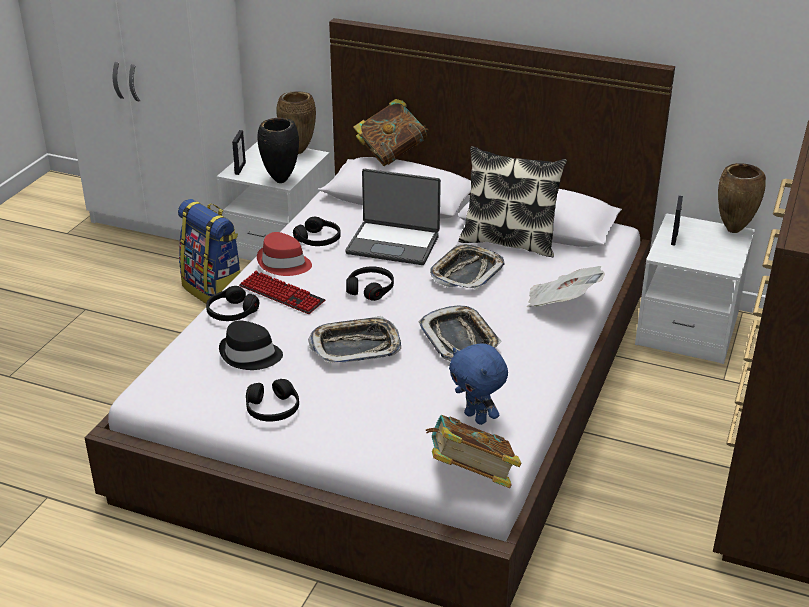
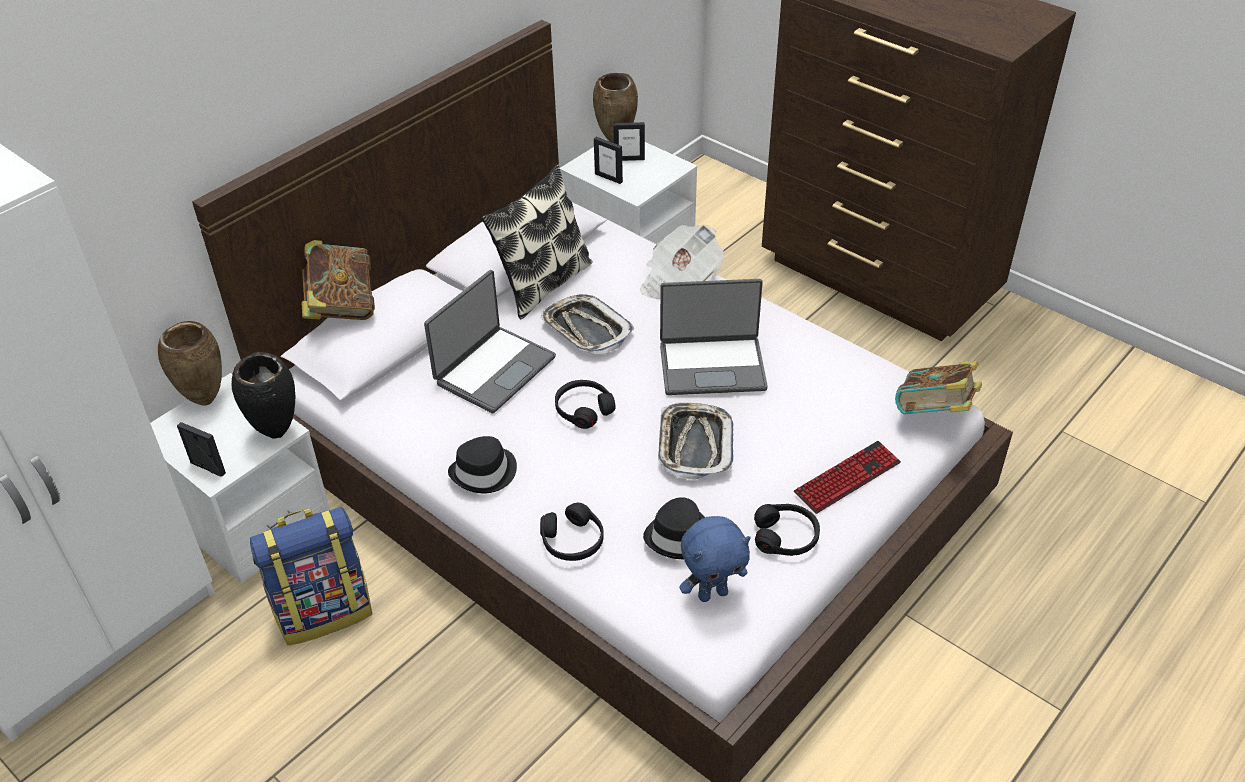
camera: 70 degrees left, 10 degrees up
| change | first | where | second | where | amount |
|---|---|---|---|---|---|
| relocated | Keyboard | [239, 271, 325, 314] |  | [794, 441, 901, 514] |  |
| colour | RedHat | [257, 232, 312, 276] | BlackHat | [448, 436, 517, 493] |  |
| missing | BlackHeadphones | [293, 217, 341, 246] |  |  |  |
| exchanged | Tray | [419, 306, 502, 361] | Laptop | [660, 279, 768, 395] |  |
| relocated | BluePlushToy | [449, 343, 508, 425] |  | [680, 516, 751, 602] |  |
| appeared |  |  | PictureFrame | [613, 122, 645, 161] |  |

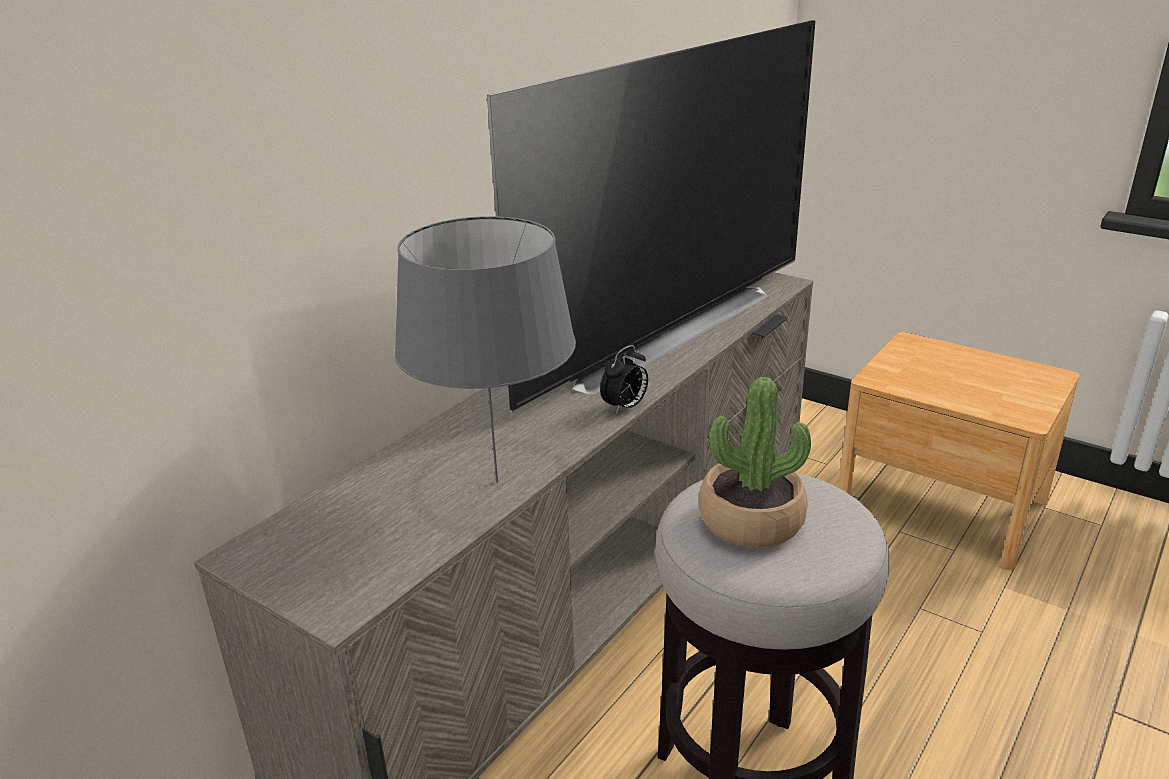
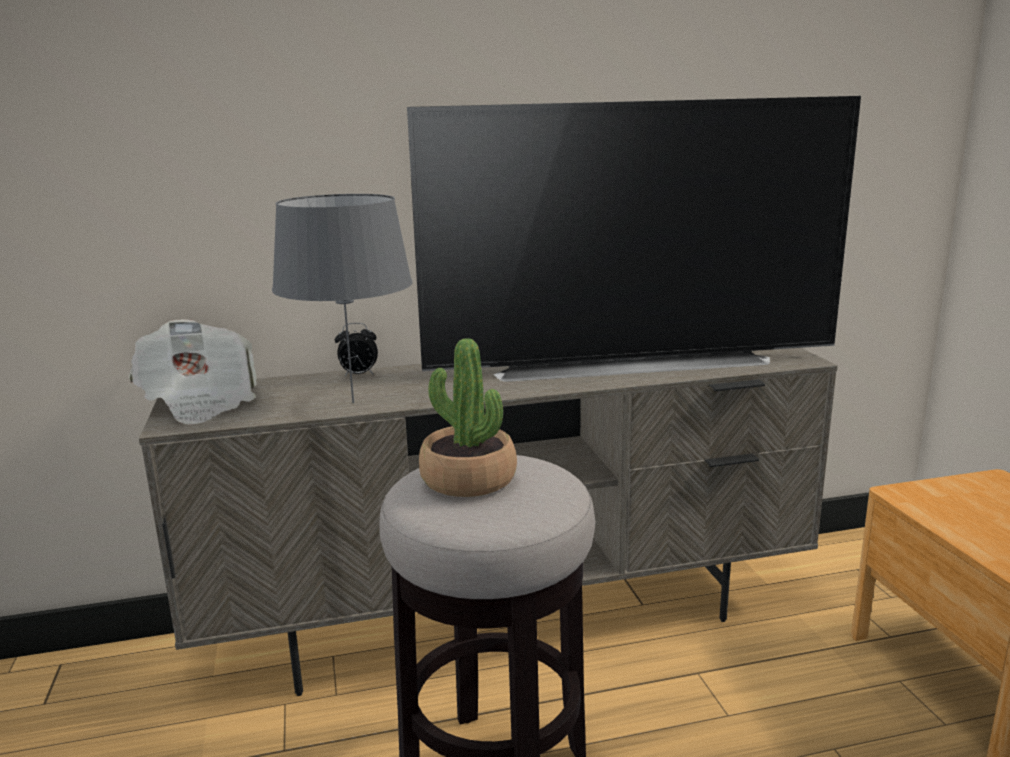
camera: 40 degrees right, 10 degrees down
| change | first | where | second | where | amount |
|---|---|---|---|---|---|
| relocated | AlarmClock | [600, 345, 648, 414] |  | [335, 323, 378, 376] |  |
| appeared |  |  | Newspaper | [129, 319, 257, 425] |  |

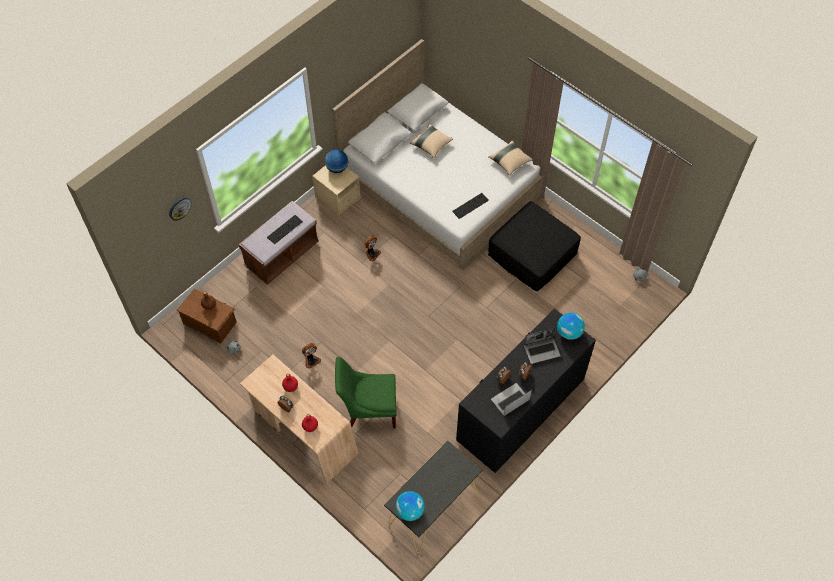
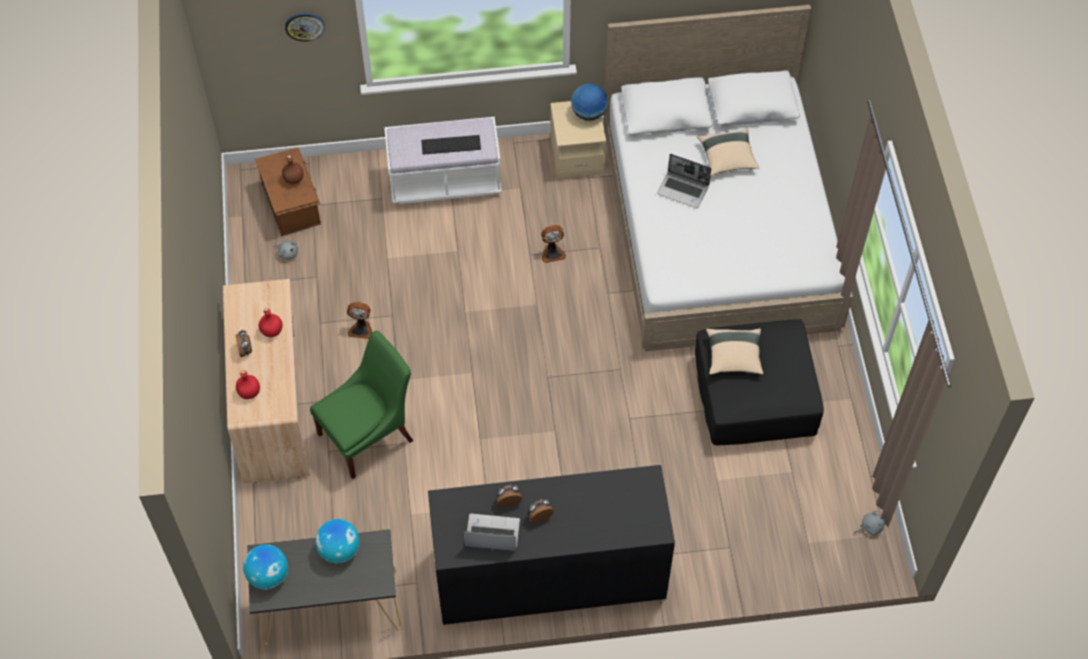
camera: 40 degrees right, 0 degrees up
| change | first | where | second | where | amount |
|---|---|---|---|---|---|
| colour | BrownBench | [239, 201, 319, 285] | WhiteBench | [384, 117, 502, 204] |  |
| spun | GreenChair | [335, 357, 396, 429] |  | [310, 330, 413, 479] | 105 degrees clockwise |
| missing | Keyboard | [452, 193, 489, 219] |  |  |  |
| relocated | BeigePillow | [488, 141, 533, 176] |  | [706, 328, 763, 375] |  |
| relocated | Laptop | [524, 328, 561, 364] |  | [657, 154, 711, 208] |  |
| relocated | Globe | [557, 312, 585, 340] |  | [315, 519, 360, 563] |  |

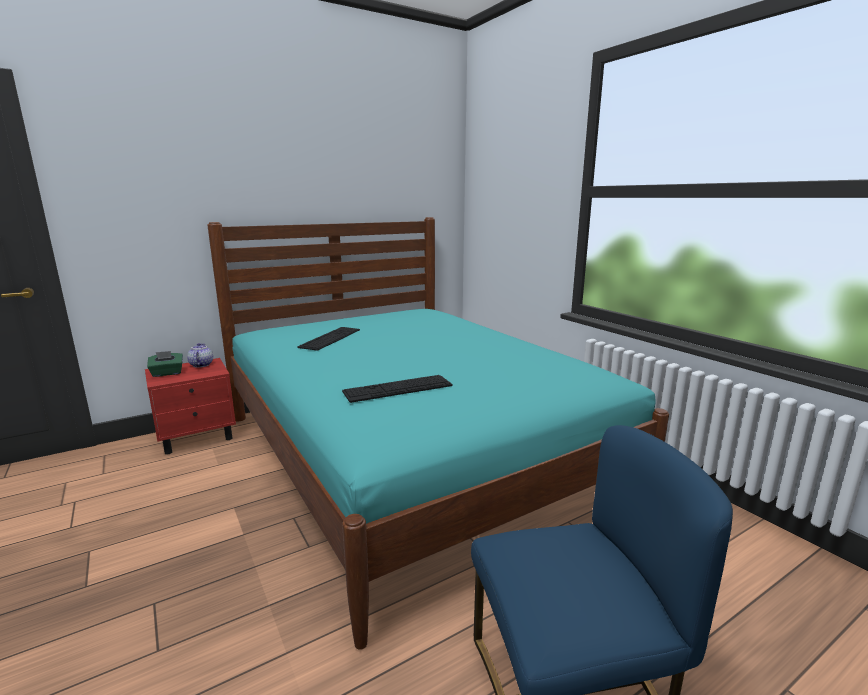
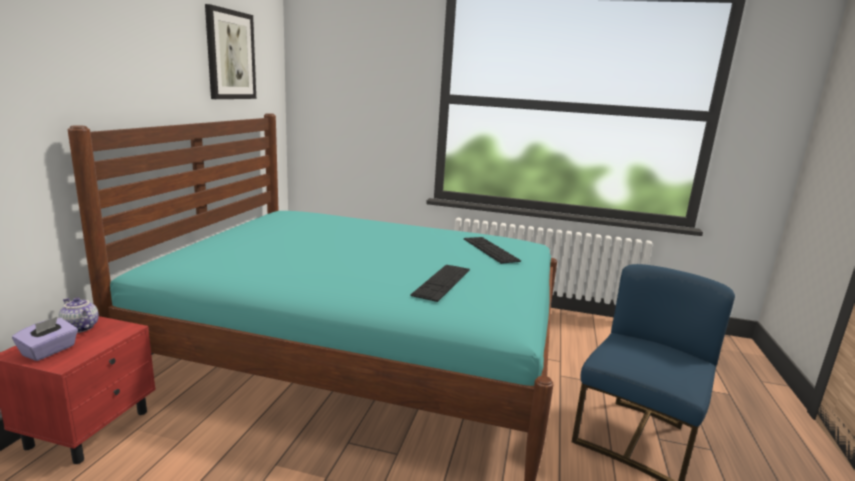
camera: 45 degrees left, 0 degrees up
| change | first | where | second | where | amount |
|---|---|---|---|---|---|
| colour | GreenTissueBox | [147, 351, 183, 377] | PurpleTissueBox | [12, 317, 78, 361] |  |
| relocated | Keyboard | [297, 327, 360, 351] |  | [464, 237, 521, 264] |  |
| appeared |  |  | Picture | [205, 4, 256, 99] |  |

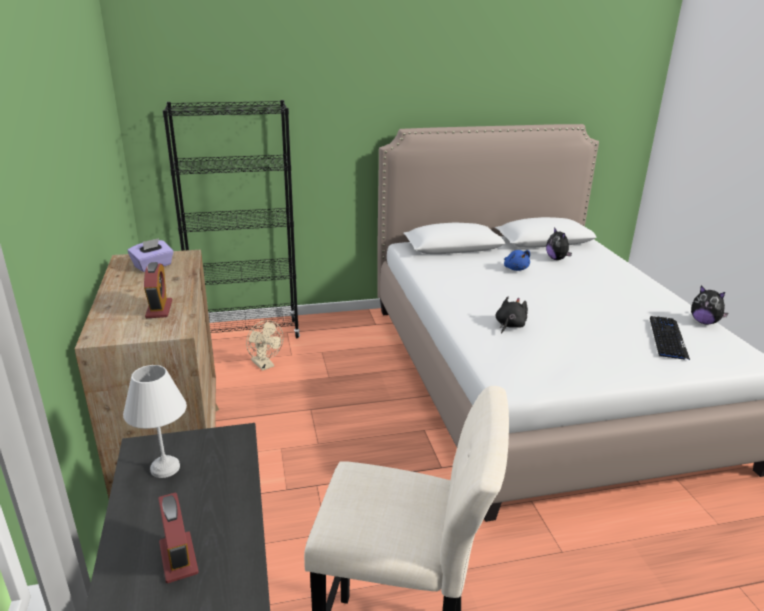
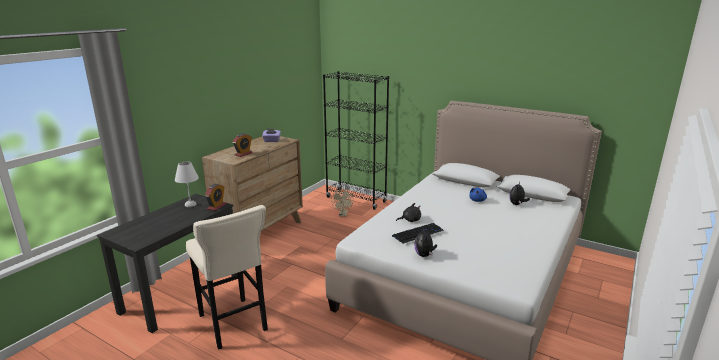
camera: 45 degrees right, 5 degrees down
| change | first | where | second | where | amount |
|---|---|---|---|---|---|
| relocated | AlarmClock | [158, 492, 199, 583] |  | [205, 184, 226, 211] |  |
| relocated | Keyboard | [650, 316, 690, 360] |  | [392, 223, 444, 244] |  |
| relocated | PlushToy | [691, 286, 729, 325] |  | [414, 227, 437, 257] |  |

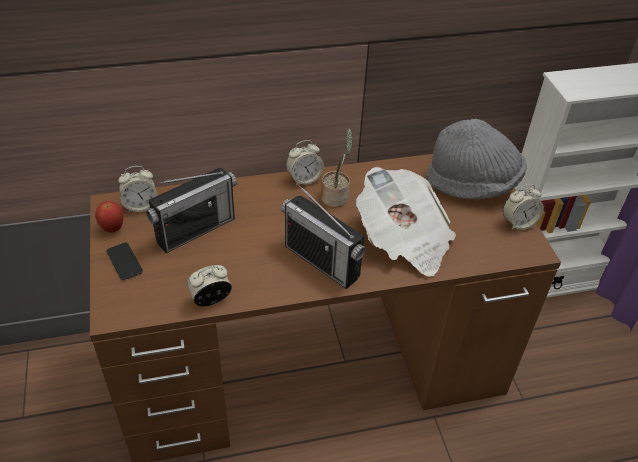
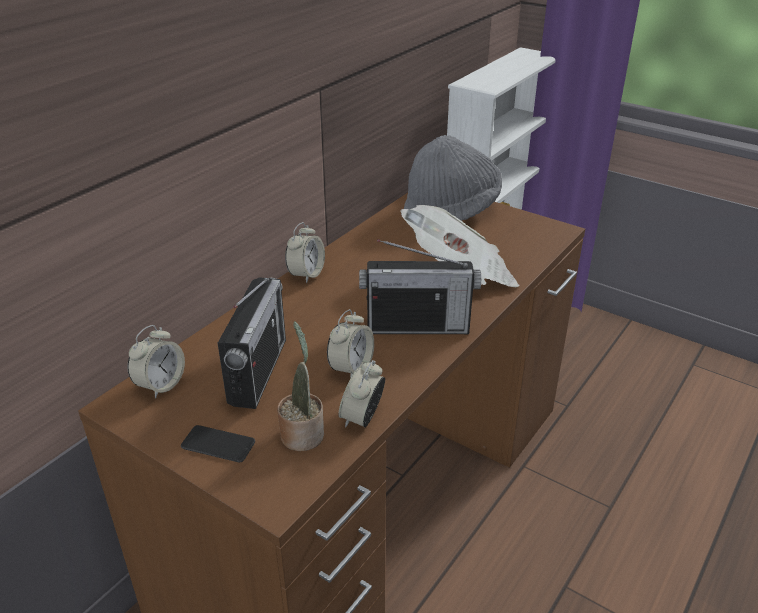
camera: 40 degrees left, 10 degrees down
| change | first | where | second | where | amount |
|---|---|---|---|---|---|
| missing | Apple | [95, 201, 123, 233] |  |  |  |
| relocated | PottedPlant | [321, 128, 353, 207] |  | [277, 321, 324, 451] |  |
| relocated | AlarmClock | [503, 184, 544, 231] |  | [327, 309, 374, 378] |  |

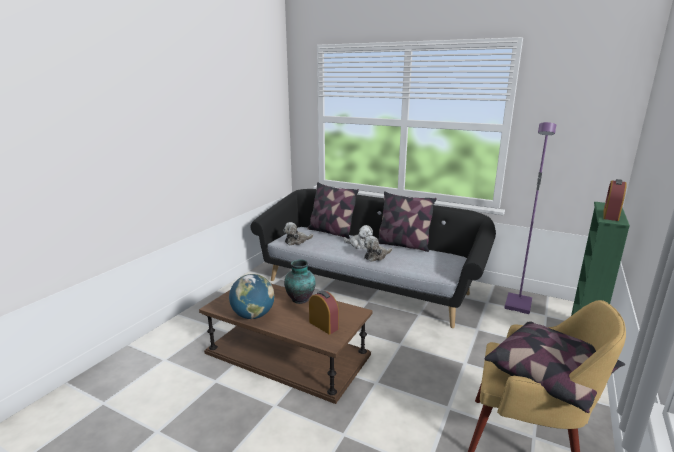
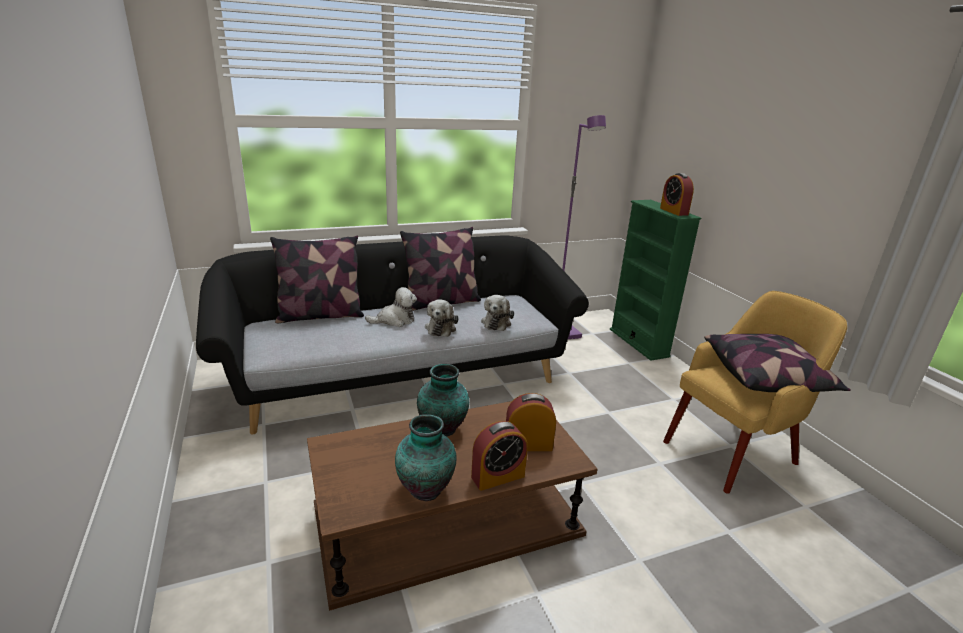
camera: 50 degrees left, 5 degrees up
| change | first | where | second | where | amount |
|---|---|---|---|---|---|
| exchanged | Globe | [229, 274, 275, 319] | Vase | [395, 414, 457, 501] |  |
| relocated | PlushToy | [283, 222, 313, 246] |  | [481, 295, 514, 331] |  |
| appeared |  |  | AlarmClock | [471, 421, 528, 491] |  |

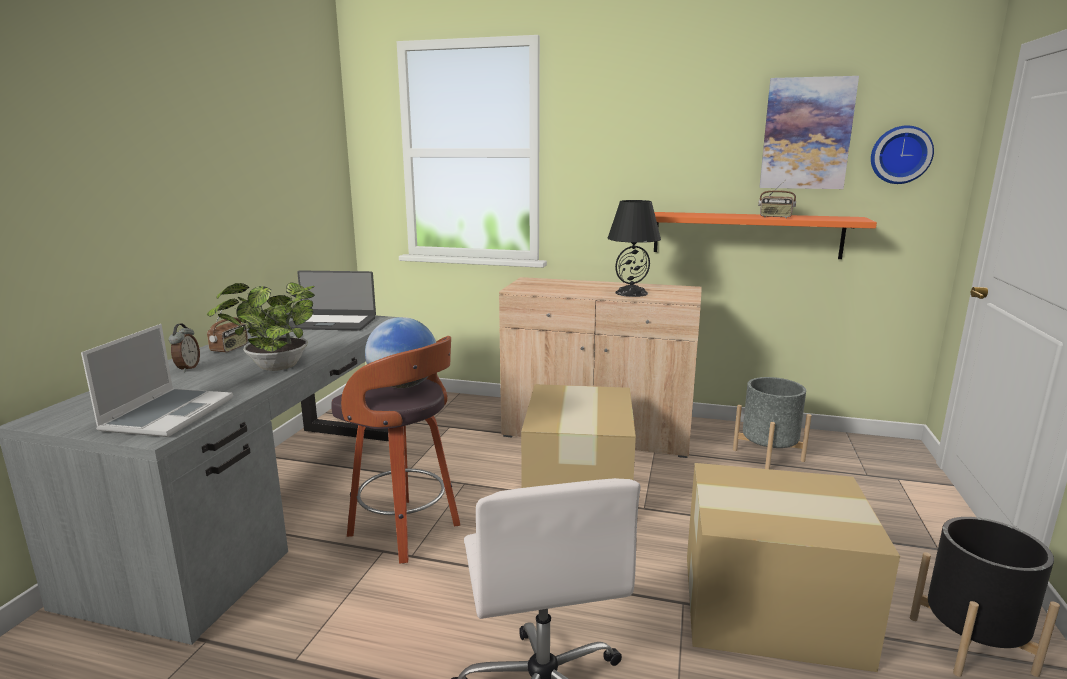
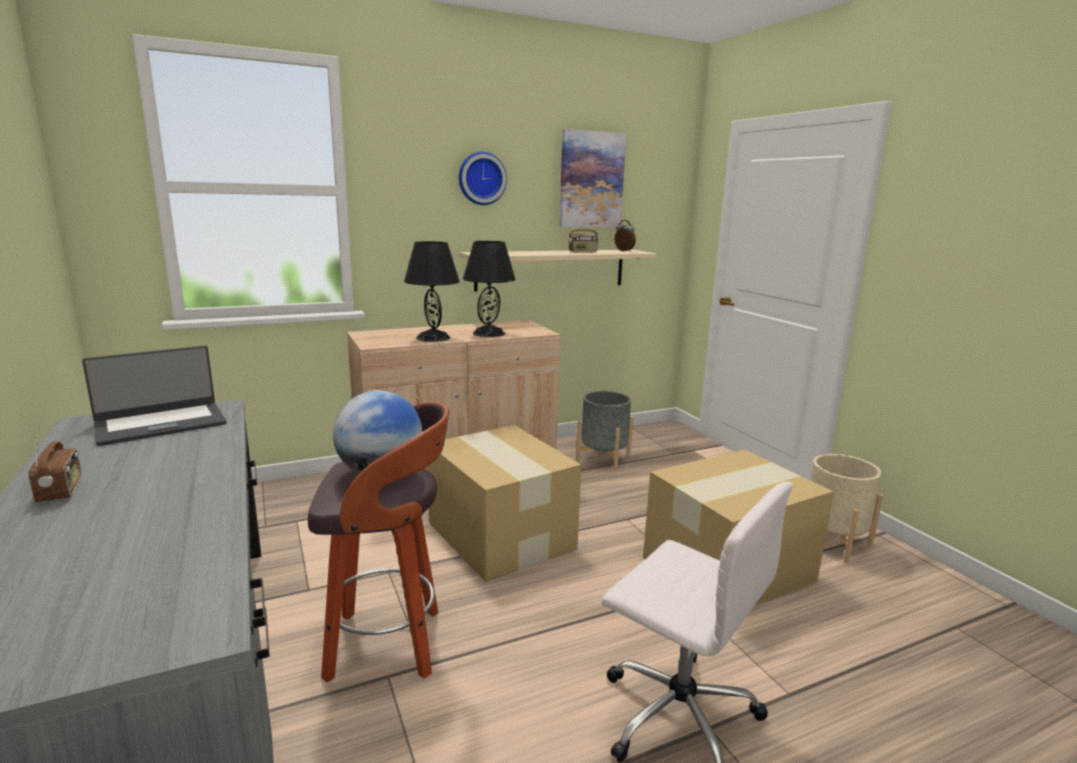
camera: 40 degrees left, 0 degrees up
| change | first | where | second | where | amount |
|---|---|---|---|---|---|
| missing | Laptop | [81, 324, 233, 437] |  |  |  |
| relocated | AlarmClock | [168, 323, 200, 372] |  | [614, 220, 636, 252] |  |
| missing | PottedPlant | [207, 282, 315, 371] |  |  |  |
| colour | OrangeShelf | [654, 212, 877, 259] | BeigeShelf | [460, 250, 656, 291] |  |
| relocated | WallClock | [871, 125, 934, 184] |  | [459, 152, 507, 205] |  |
| colour | BlackPlanter | [910, 517, 1060, 677] | BeigePlanter | [810, 454, 883, 563] |  |
| appeared |  |  | BlackTableLamp | [404, 241, 460, 342] |  |

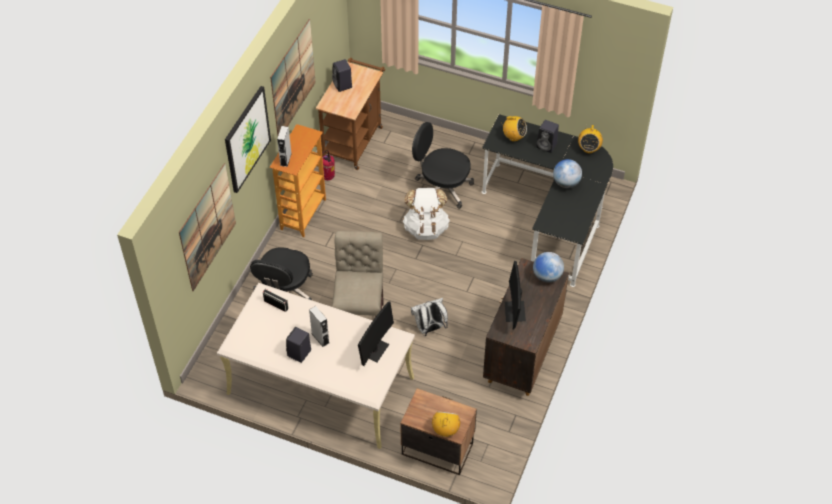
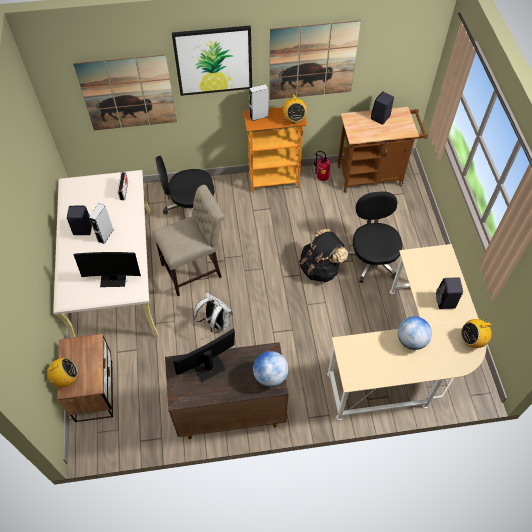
camera: 60 degrees right, 5 degrees up
| change | first | where | second | where | amount |
|---|---|---|---|---|---|
| colour | WhiteBackpack | [403, 188, 450, 240] | BlackBackpack | [299, 229, 348, 282] |  |
| colour | BlackDesk | [482, 114, 613, 287] | BeigeDesk | [327, 244, 486, 420] |  |
| relocated | Radio | [502, 116, 527, 142] |  | [283, 94, 307, 124] |  |

